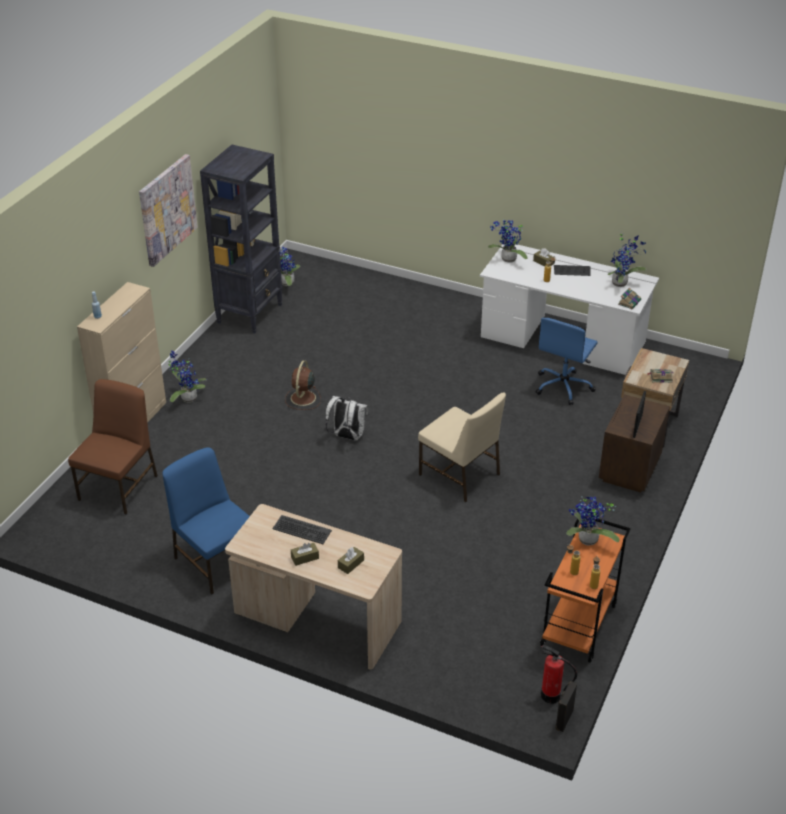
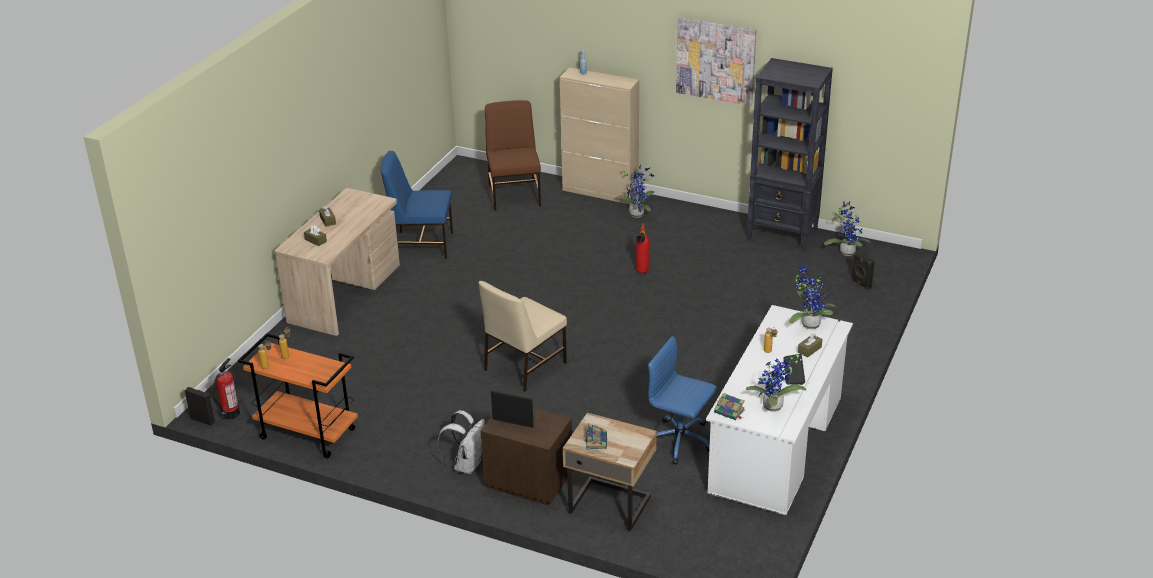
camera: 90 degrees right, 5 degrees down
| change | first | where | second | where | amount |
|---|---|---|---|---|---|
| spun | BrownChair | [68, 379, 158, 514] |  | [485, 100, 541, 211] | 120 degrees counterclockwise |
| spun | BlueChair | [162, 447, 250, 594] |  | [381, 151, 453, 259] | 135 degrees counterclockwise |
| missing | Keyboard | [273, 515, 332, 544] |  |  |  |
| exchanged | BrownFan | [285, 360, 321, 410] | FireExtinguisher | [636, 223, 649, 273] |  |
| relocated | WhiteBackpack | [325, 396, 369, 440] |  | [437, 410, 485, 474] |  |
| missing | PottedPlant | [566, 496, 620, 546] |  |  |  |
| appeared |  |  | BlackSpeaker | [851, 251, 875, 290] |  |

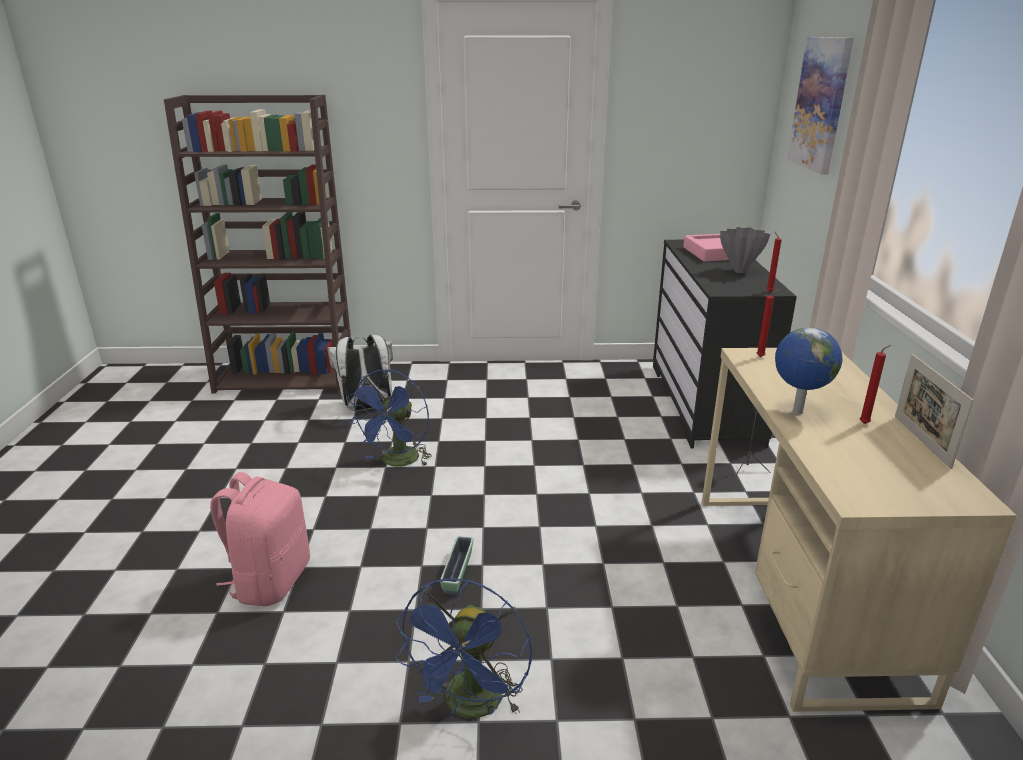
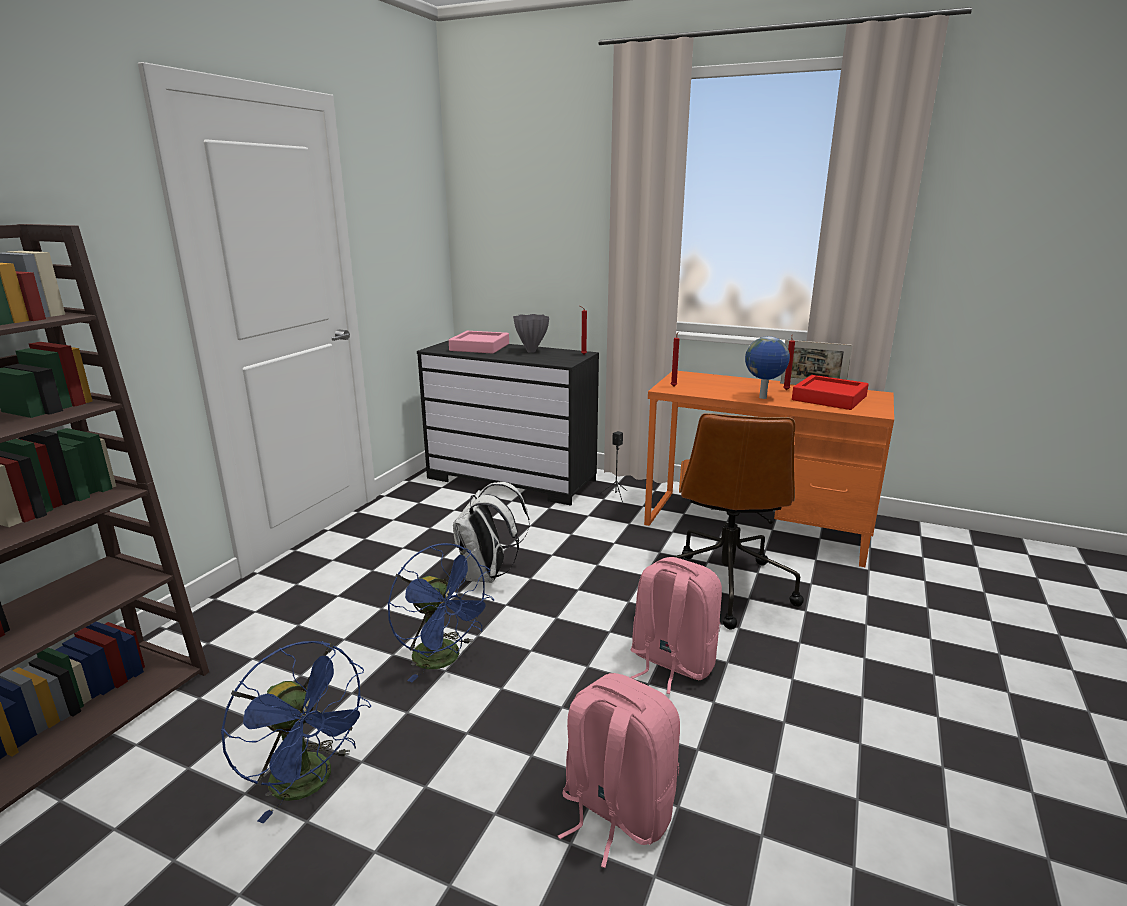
camera: 65 degrees left, 5 degrees down
| change | first | where | second | where | amount |
|---|---|---|---|---|---|
| relocated | WhiteBackpack | [327, 334, 393, 411] |  | [453, 482, 530, 583] |  |
| relocated | BlueFan | [395, 578, 532, 718] |  | [221, 641, 371, 823] |  |
| exchanged | Planter | [440, 536, 474, 595] | PinkBackpack | [631, 557, 722, 694] |  |
| colour | BeigeDesk | [702, 348, 1017, 712] | OrangeDesk | [644, 371, 894, 567] |  |
| missing | Picture | [787, 37, 854, 174] |  |  |  |
| appeared |  |  | BrownOfficeChair | [673, 413, 804, 630] |  |
| appeared |  |  | RedTray | [792, 375, 869, 410] |  |

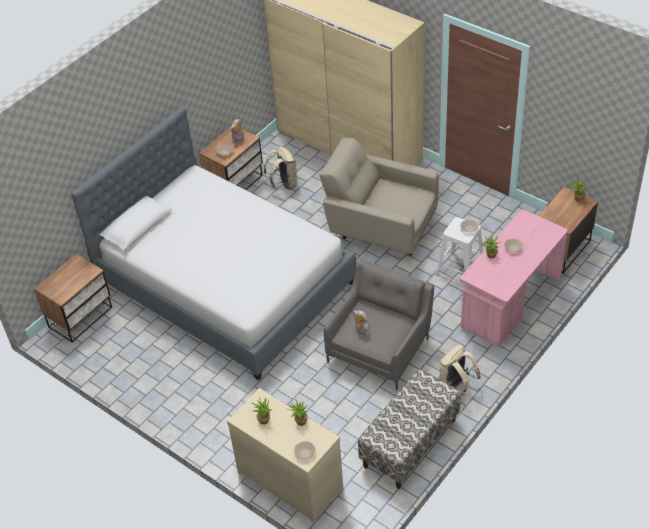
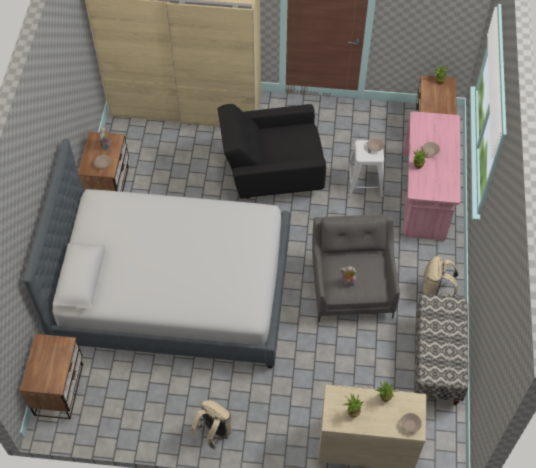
camera: 35 degrees left, 10 degrees up
| change | first | where | second | where | amount |
|---|---|---|---|---|---|
| relocated | BeigeBackpack | [264, 147, 297, 190] |  | [190, 400, 231, 450] |  |
| colour | BeigeArmchair | [319, 138, 439, 256] | BlackArmchair | [218, 104, 326, 199] |  |

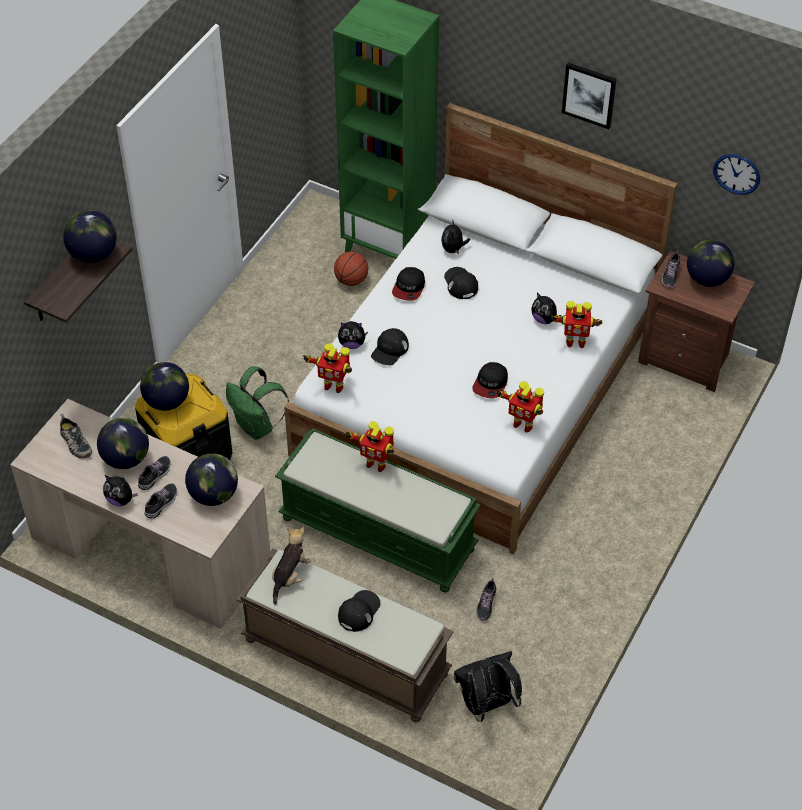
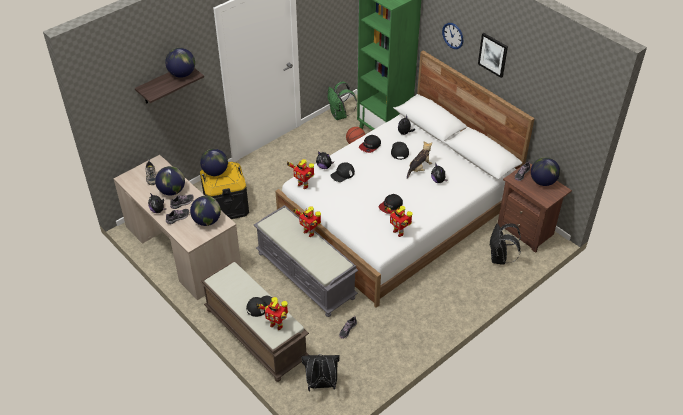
camera: 20 degrees right, 5 degrees down
| change | first | where | second | where | amount |
|---|---|---|---|---|---|
| relocated | GreenBackpack | [226, 366, 289, 440] |  | [328, 81, 357, 120] |  |
| relocated | PlushToy | [272, 527, 311, 605] |  | [407, 141, 432, 179] |  |
| colour | GreenBench | [275, 428, 481, 592] | GreyBench | [254, 205, 358, 317] |  |
| relocated | ToyRobot | [551, 301, 603, 348] |  | [256, 297, 288, 330] |  |
| relocated | WallClock | [713, 154, 760, 195] |  | [442, 23, 463, 49] |  |
| appeared |  |  | BlackBackpack | [489, 223, 521, 265] |  |

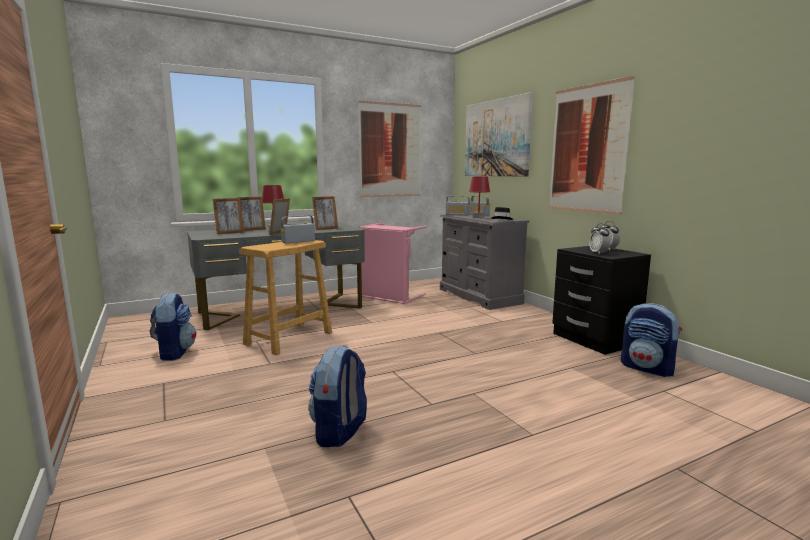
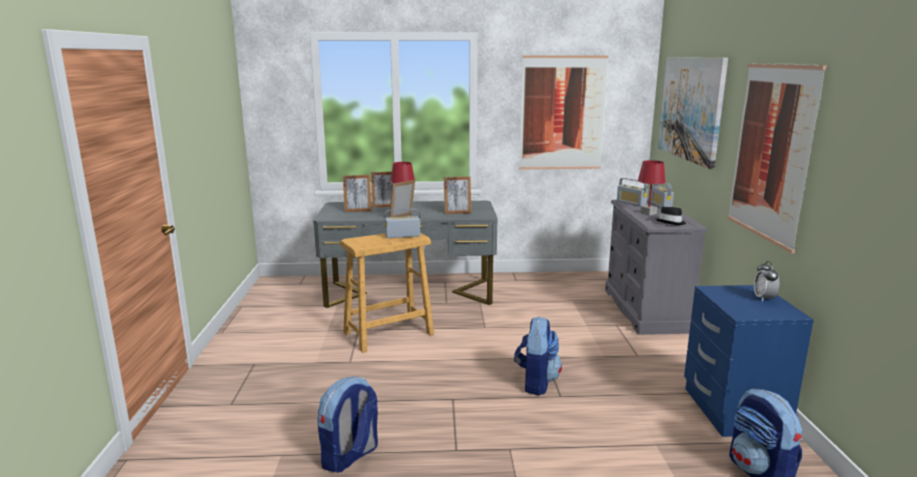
camera: 25 degrees right, 5 degrees up
| change | first | where | second | where | amount |
|---|---|---|---|---|---|
| relocated | Backpack | [150, 292, 196, 360] |  | [514, 317, 562, 395] |  |
| missing | PinkLaundryBasket | [358, 223, 427, 305] |  |  |  |
| colour | BlackNightstand | [552, 246, 651, 355] | BlueNightstand | [684, 285, 814, 437] |  |
| missing | AlarmClock | [589, 223, 611, 254] |  |  |  |

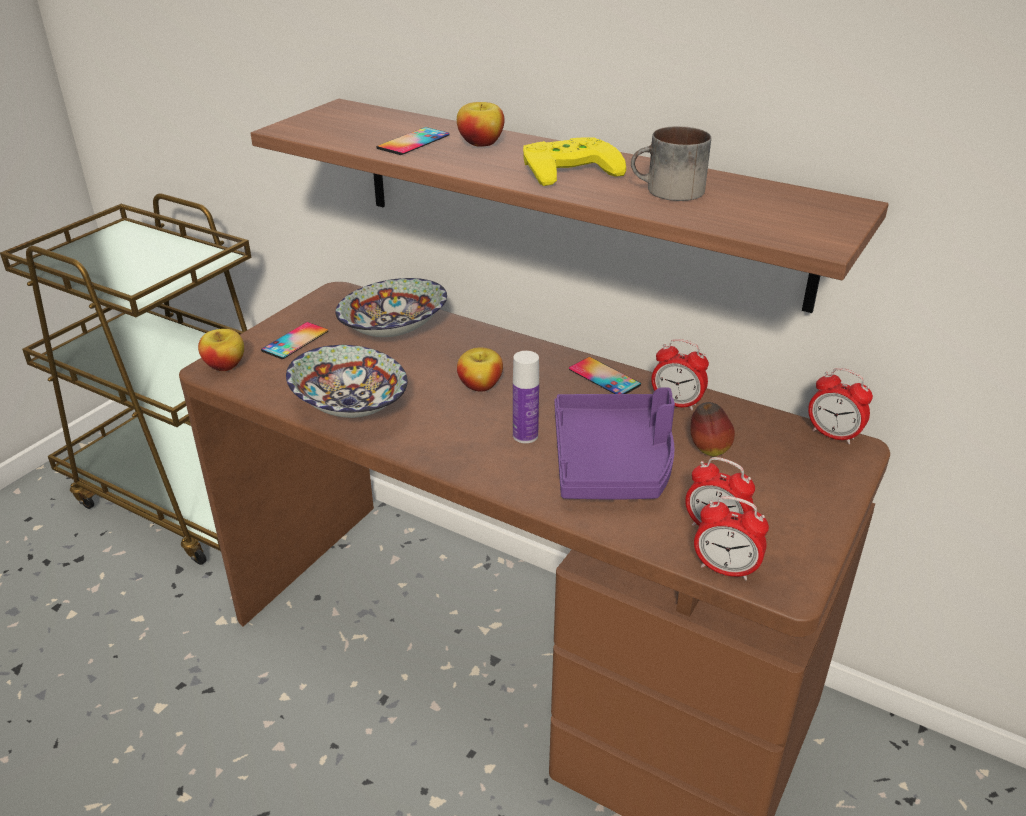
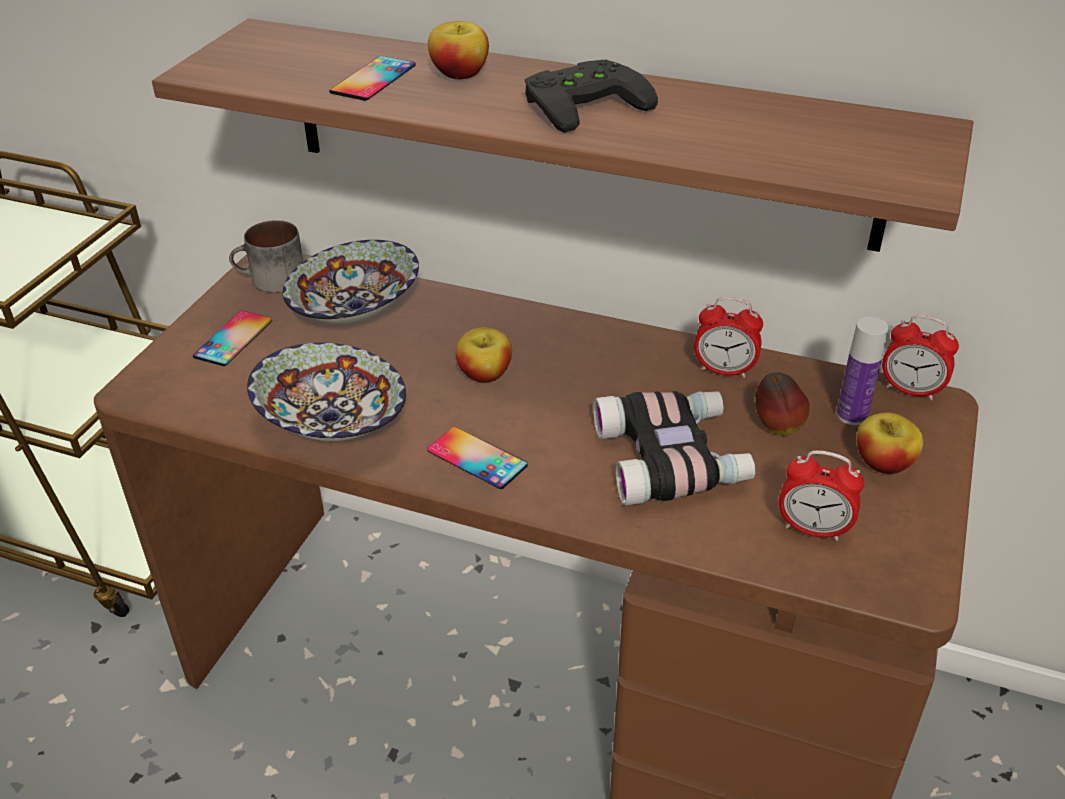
camera: 10 degrees left, 5 degrees up
| change | first | where | second | where | amount |
|---|---|---|---|---|---|
| relocated | Apple | [198, 329, 244, 371] |  | [857, 413, 923, 474] |  |
| relocated | Bottle | [513, 351, 539, 443] |  | [837, 317, 888, 425] |  |
| colour | YellowGameController | [523, 137, 626, 186] | BlackGameController | [525, 59, 658, 133] |  |
| exchanged | PurpleTray | [555, 387, 675, 499] | Binoculars | [593, 391, 755, 506] |  |
| relocated | Phone | [569, 357, 641, 394] |  | [427, 426, 528, 489] |  |
| relocated | Mug | [631, 126, 711, 201] |  | [229, 220, 303, 293] |  |
| missing | AlarmClock | [694, 496, 769, 580] |  |  |  |

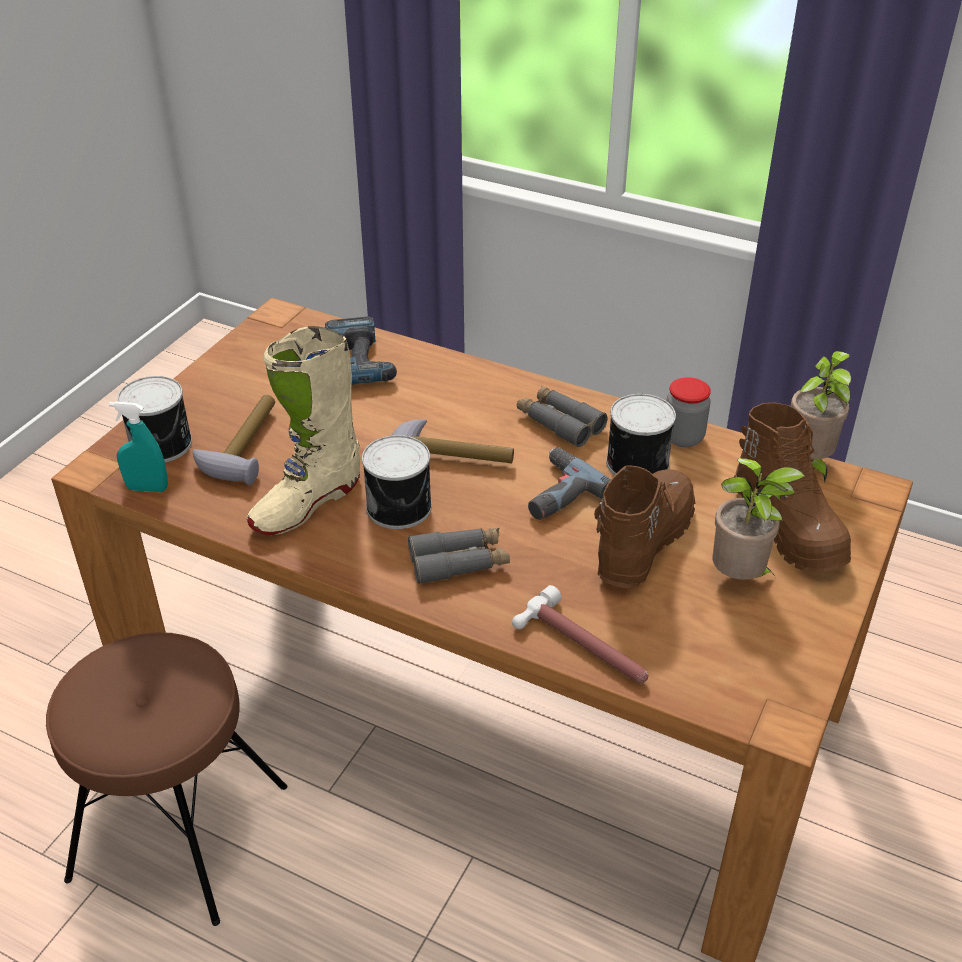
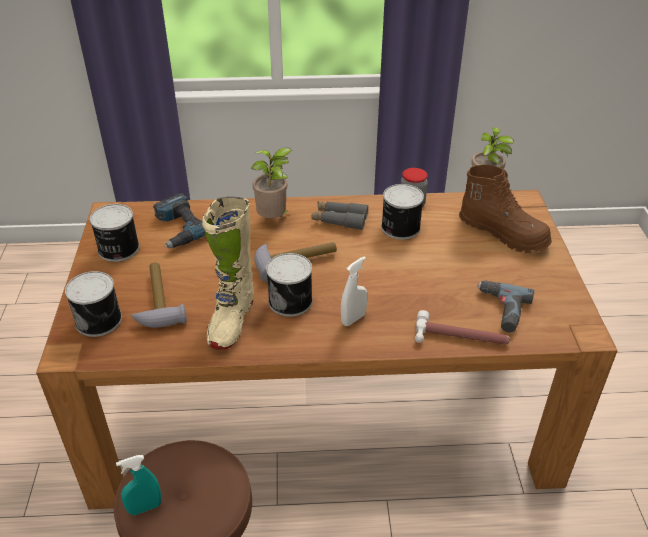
camera: 30 degrees left, 0 degrees up
| change | first | where | second | where | amount |
|---|---|---|---|---|---|
| relocated | TurquoiseSprayBottle | [109, 401, 168, 492] |  | [116, 455, 161, 515] |  |
| exchanged | GreyBinoculars | [408, 527, 510, 584] | WhiteSprayBottle | [341, 256, 367, 326] |  |
| relocated | PowerDrill | [528, 448, 611, 520] |  | [477, 280, 535, 333] |  |
| missing | BrownBoot | [594, 465, 695, 588] |  |  |  |
| relocated | PottedPlant | [712, 458, 805, 580] |  | [252, 148, 292, 218] |  |
| appeared |  |  | Can | [90, 204, 140, 262] |  |

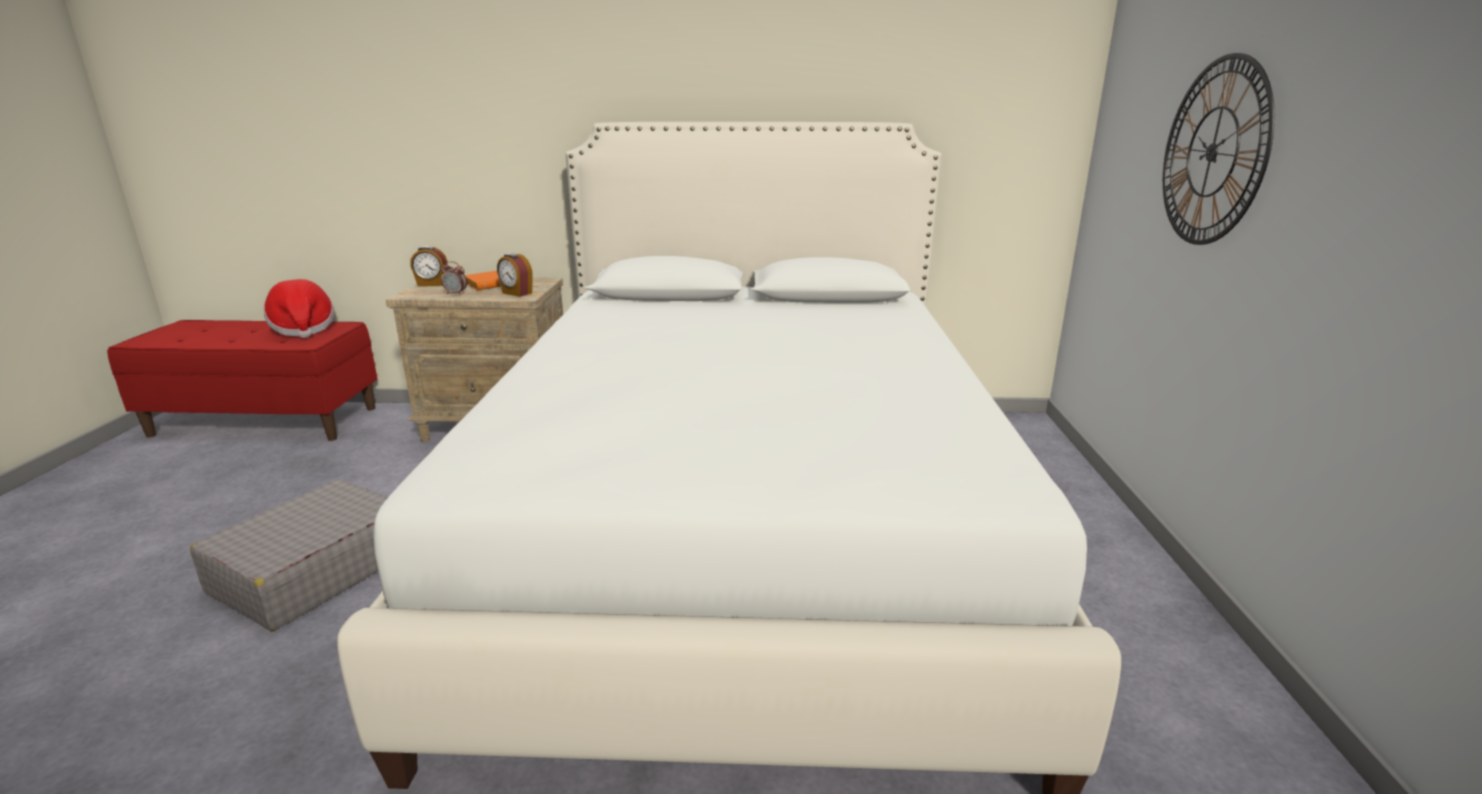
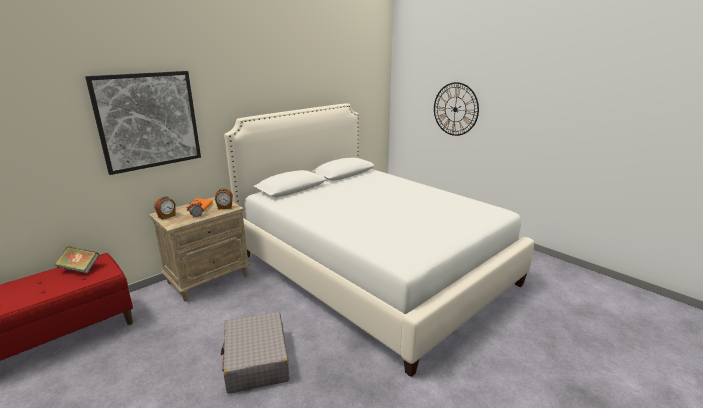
camera: 45 degrees left, 0 degrees up
| change | first | where | second | where | amount |
|---|---|---|---|---|---|
| exchanged | Hat | [264, 279, 335, 338] | Book | [54, 246, 99, 274] |  |
| appeared |  |  | Picture | [85, 71, 201, 175] |  |

